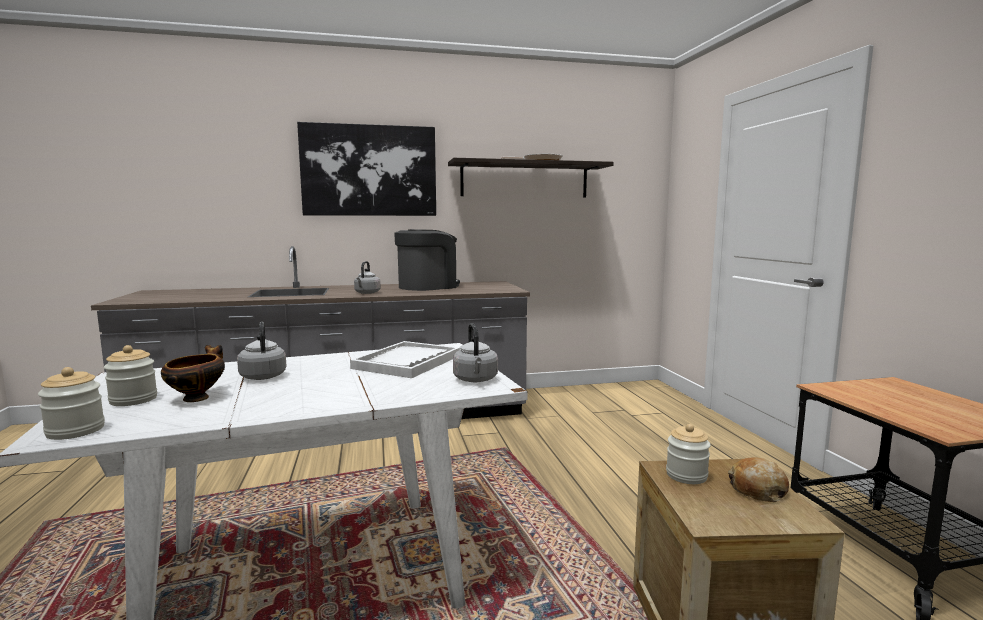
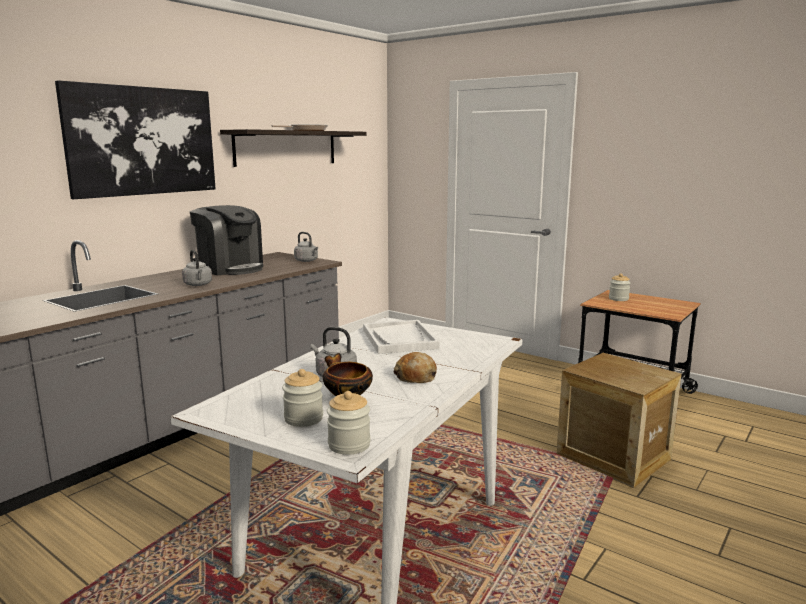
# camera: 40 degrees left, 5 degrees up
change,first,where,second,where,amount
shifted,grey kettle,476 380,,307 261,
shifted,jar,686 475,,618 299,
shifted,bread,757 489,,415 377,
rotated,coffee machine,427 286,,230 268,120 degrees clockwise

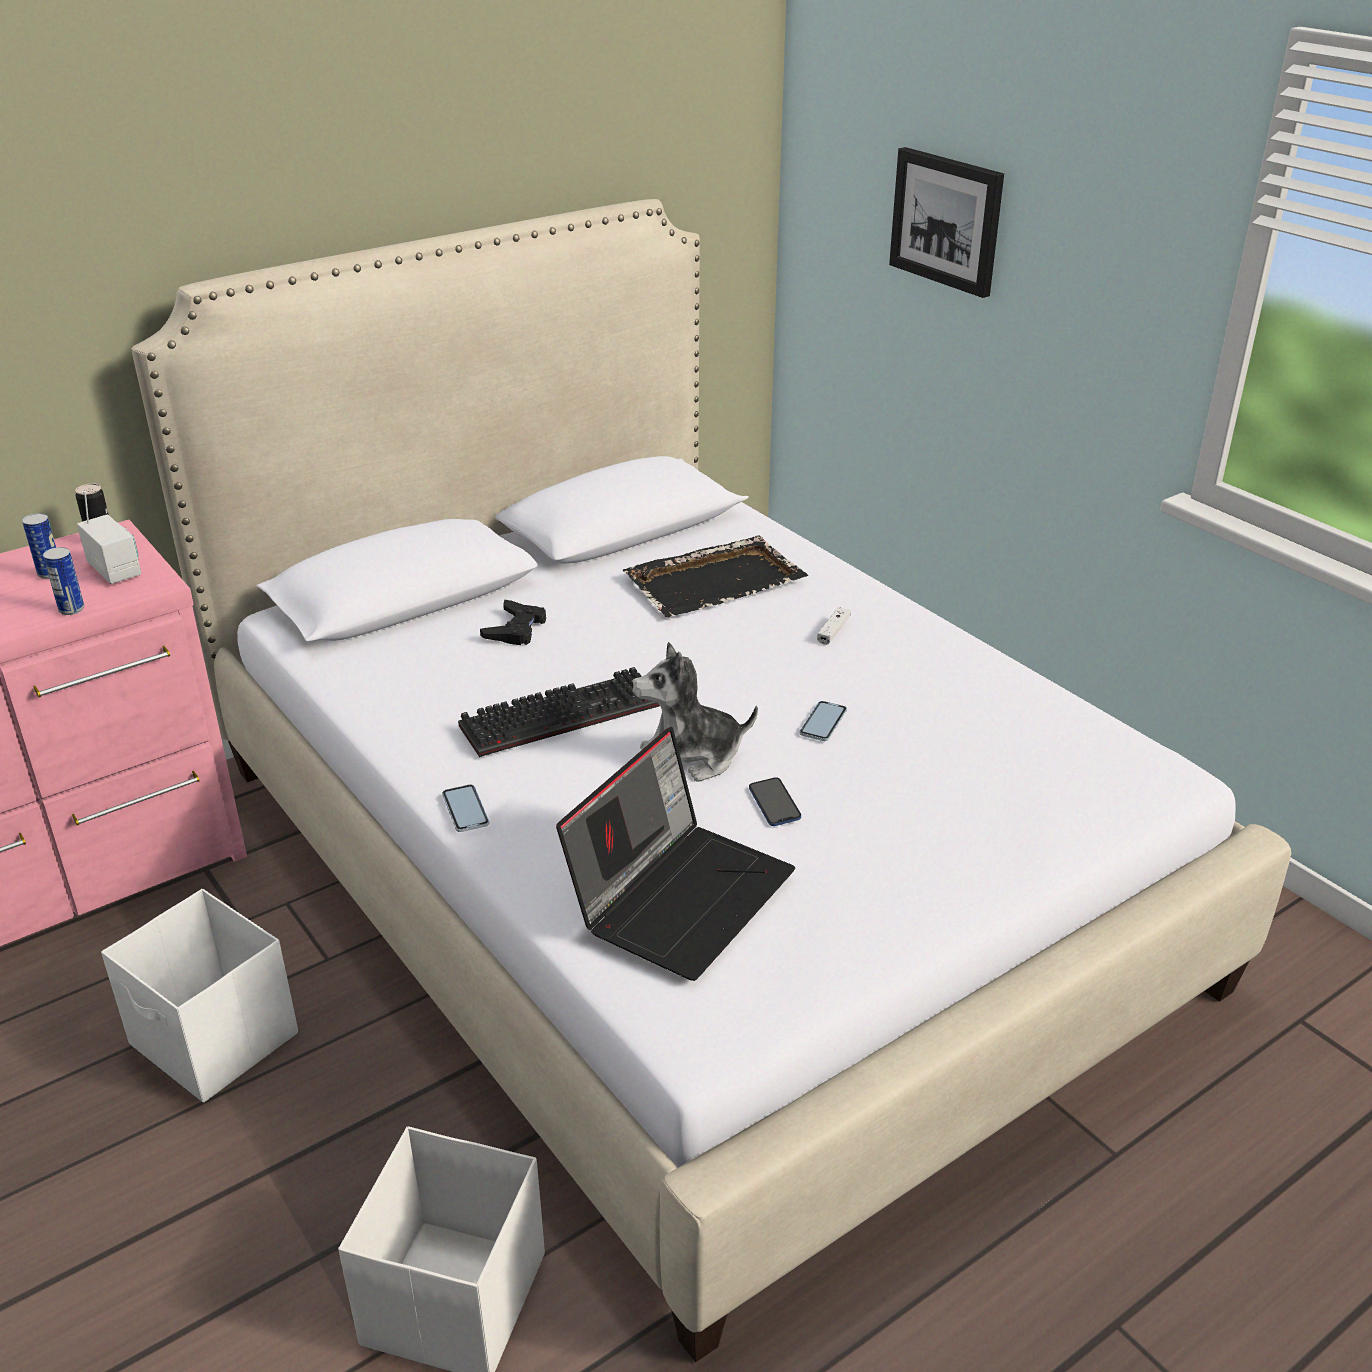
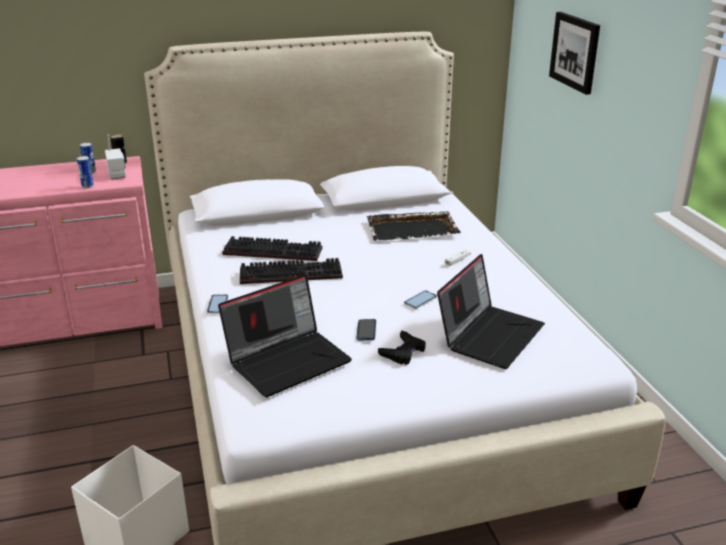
# camera: 20 degrees right, 5 degrees down
change,first,where,second,where,amount
gone,white storage box,215 1041,,,
gone,plush toy,691 758,,,
new,,,keyboard,275 251,
new,,,laptop,490 335,
shifted,black game controller,516 629,,403 352,

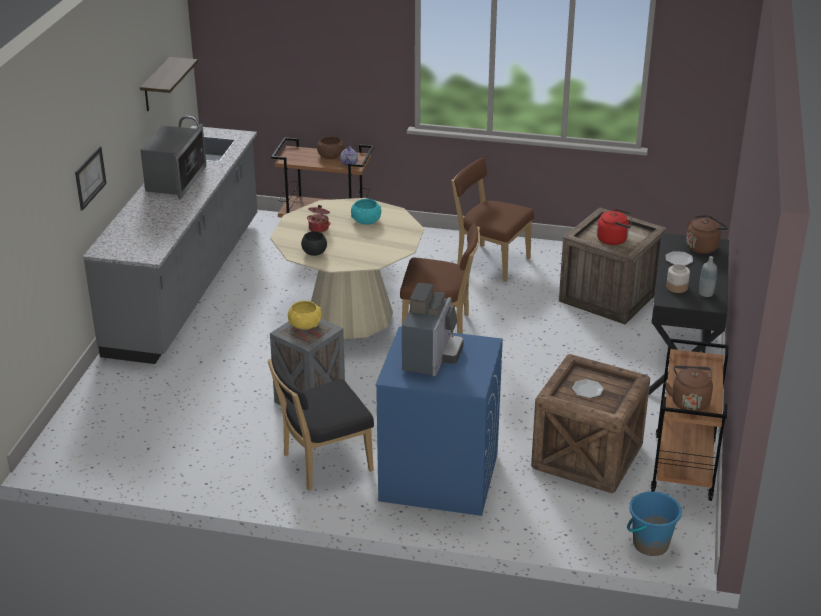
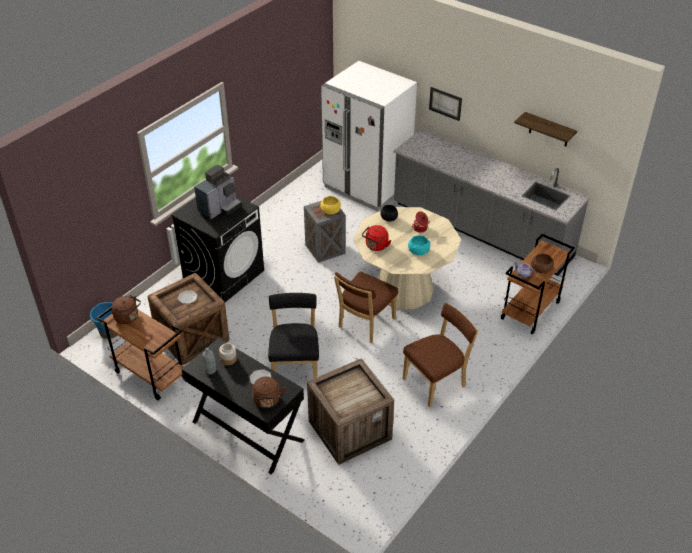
# camera: 115 degrees right, 10 degrees up
change,first,where,second,where,amount
gone,microwave,175 180,,,
new,,,white fridge,367 186,
shifted,black chair,323 463,,295 367,
shifted,red kettle,614 239,,376 246,
repainted,blue washing machine,438 477,black washing machine,224 275,
rotated,coffee machine,431 357,,220 208,90 degrees counterclockwise

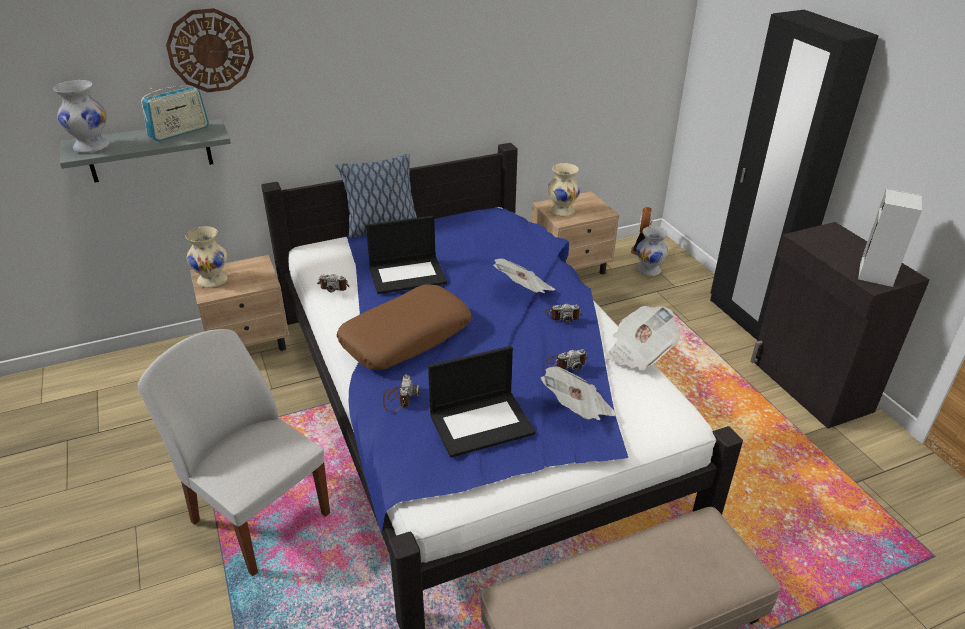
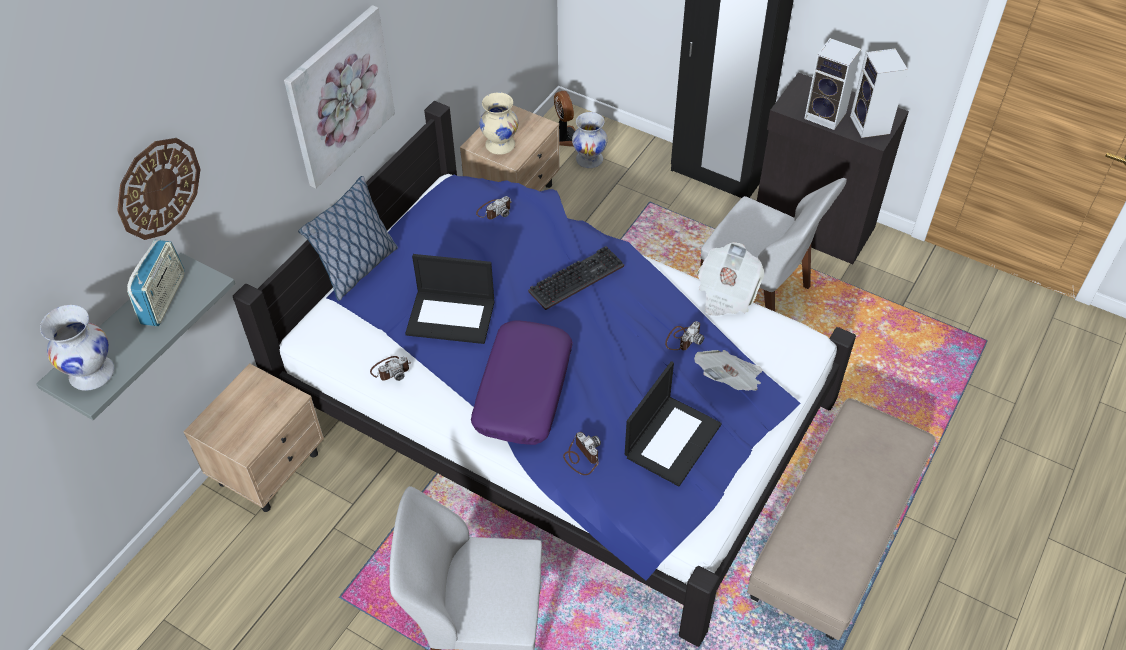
# camera: 35 degrees left, 15 degrees up
change,first,where,second,where,amount
gone,beige vase,212 280,,,
new,,,picture,339 96,
new,,,white chair,757 296,
new,,,speaker,827 116,
shifted,photo camera,562 316,,494 210,
swapped,newspaper,523 290,keyboard,576 277,
repainted,brown pillow,406 337,purple pillow,522 390,
rotated,laptop,408 275,,452 316,60 degrees clockwise

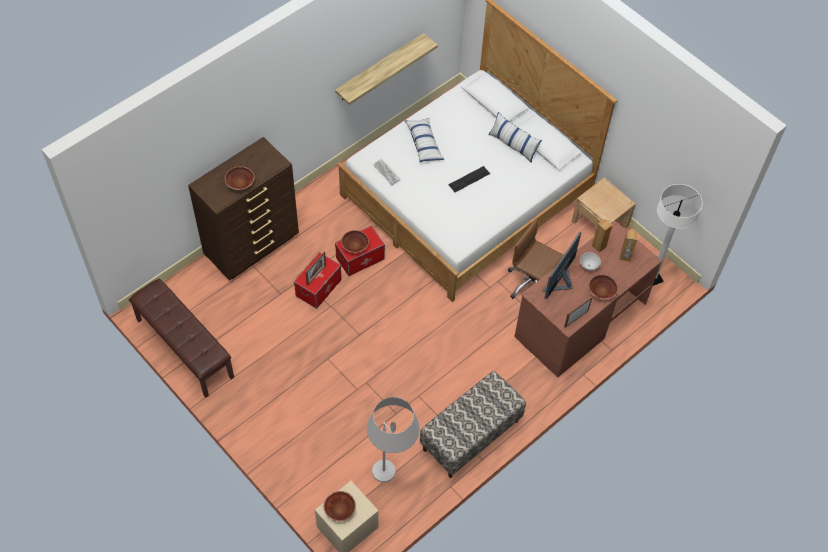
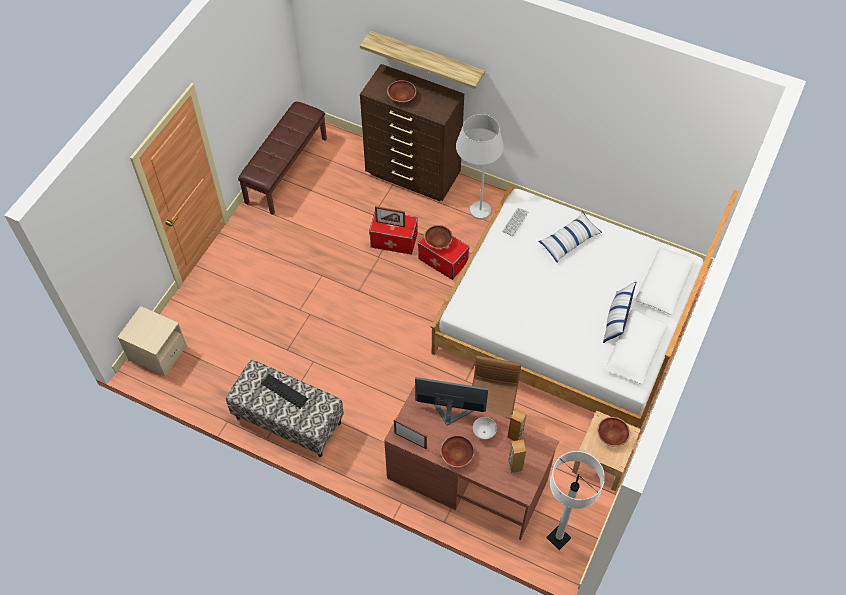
# camera: 70 degrees right, 0 degrees up
change,first,where,second,where,amount
shifted,brown bowl,340 509,,612 435,
shifted,shelf,380 68,,427 58,
shifted,white floor lamp,391 481,,474 219,
shifted,keyboard,469 179,,284 391,

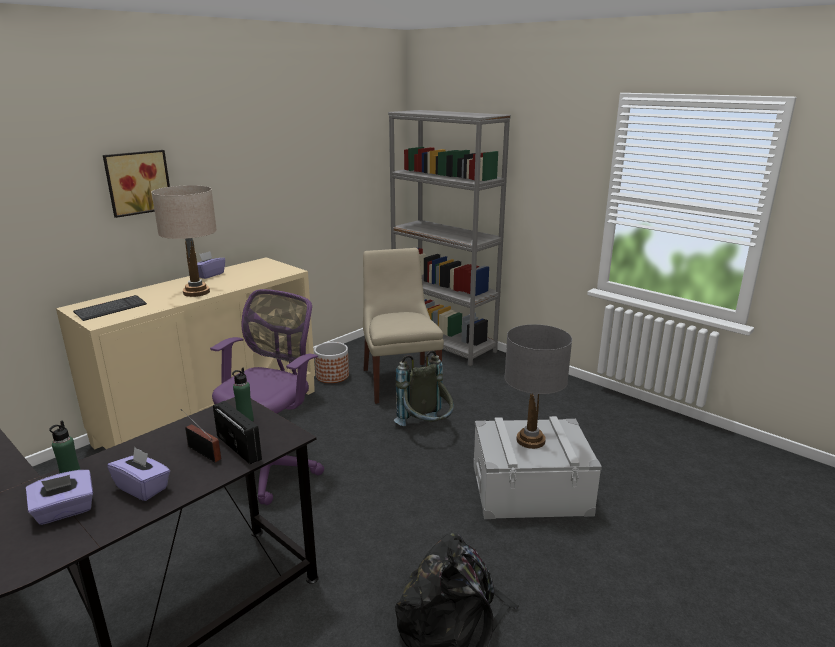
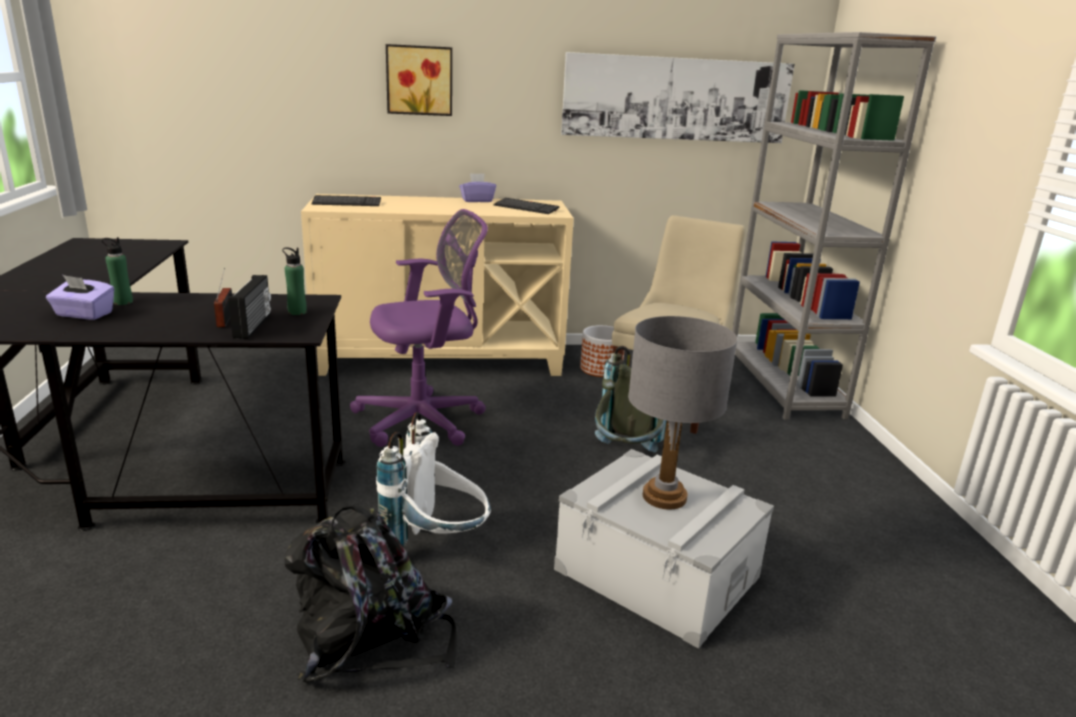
# camera: 40 degrees right, 0 degrees up
change,first,where,second,where,amount
gone,purple tissue box,143 487,,,
gone,beige table lamp,196 292,,,
new,,,white backpack,436 548,
new,,,keyboard,526 208,
new,,,picture,676 99,

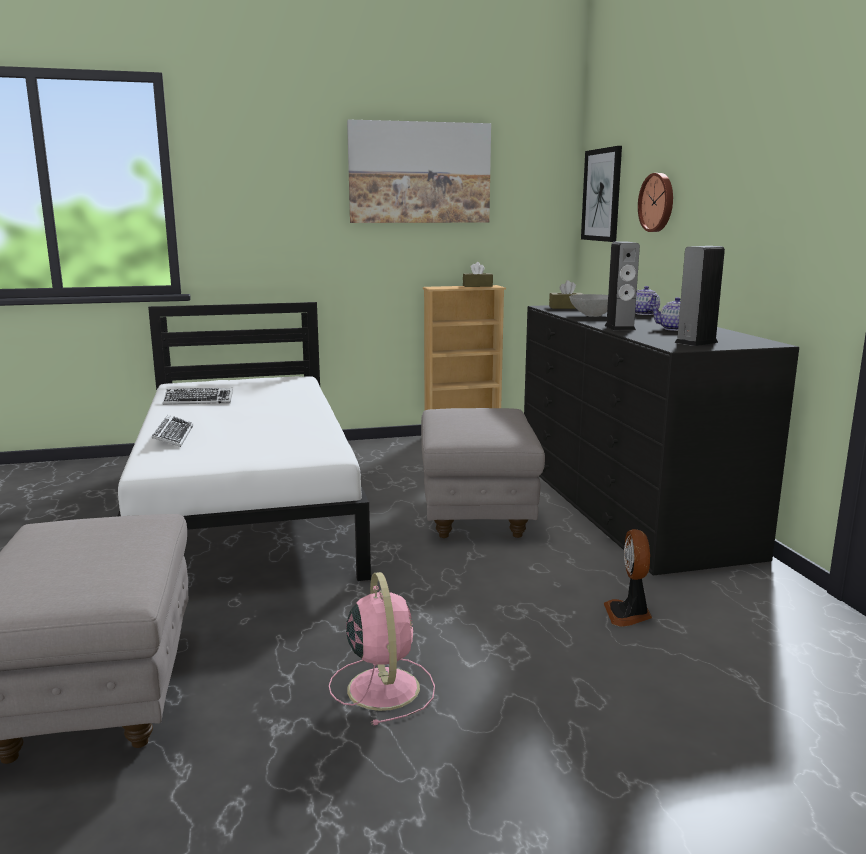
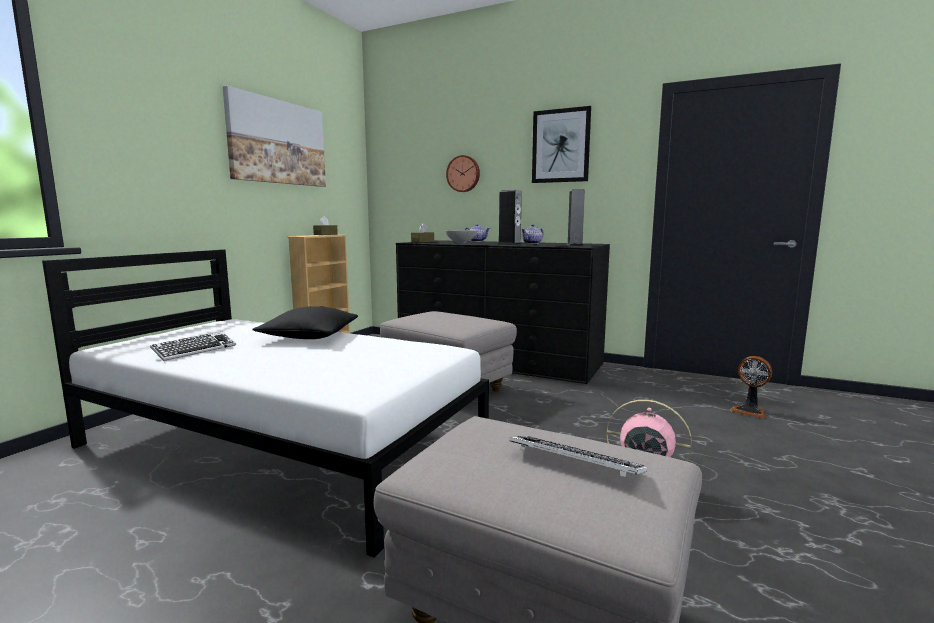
# camera: 50 degrees left, 5 degrees down
change,first,where,second,where,amount
new,,,black pillow,309 336,
shifted,keyboard,173 436,,575 464,
shifted,picture,602 195,,561 146,
shifted,fan,629 614,,750 411,

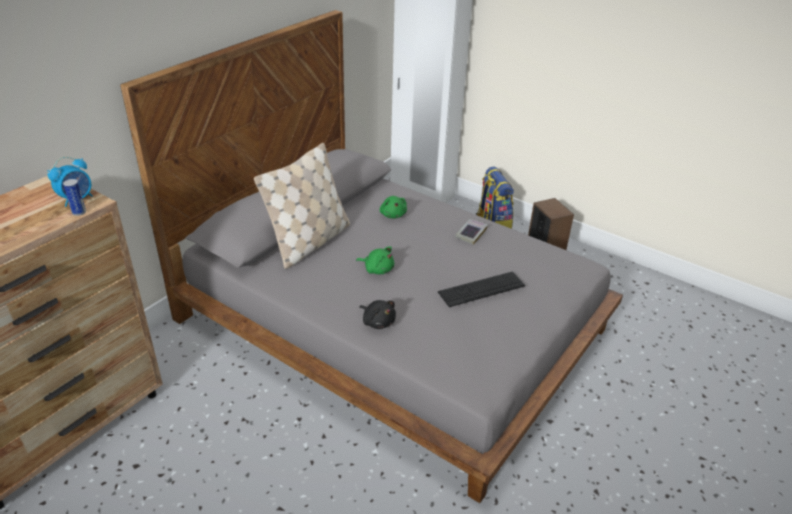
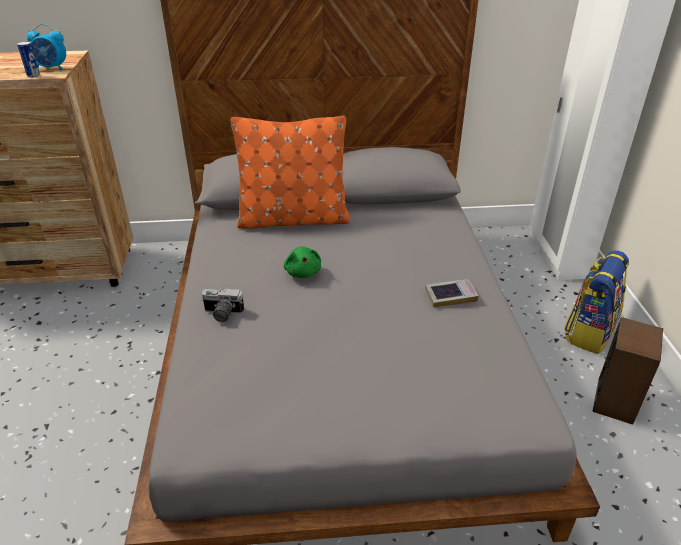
# camera: 50 degrees right, 0 degrees up
change,first,where,second,where,amount
gone,green plush toy,393 214,,,
gone,keyboard,481 289,,,
swapped,black plush toy,378 322,photo camera,222 314,
repainted,beige pillow,309 242,orange pillow,293 219,

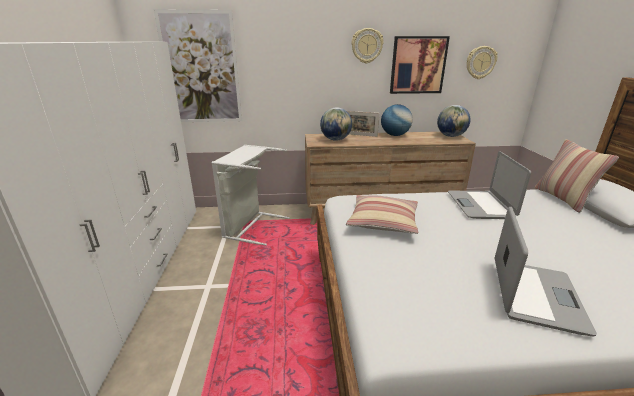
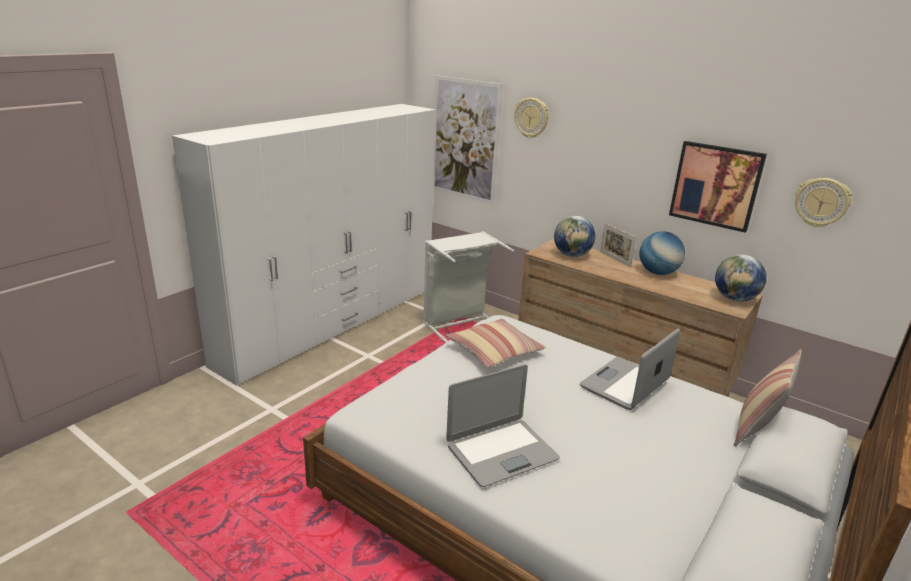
# camera: 40 degrees right, 0 degrees up
change,first,where,second,where,amount
shifted,wall clock,367 45,,531 118,

